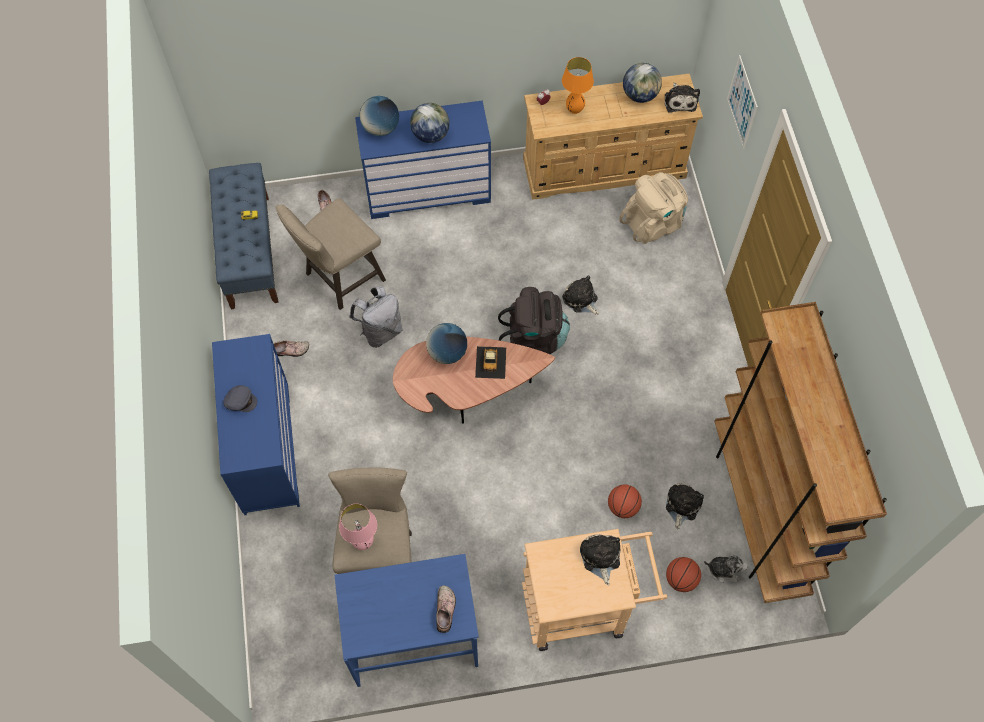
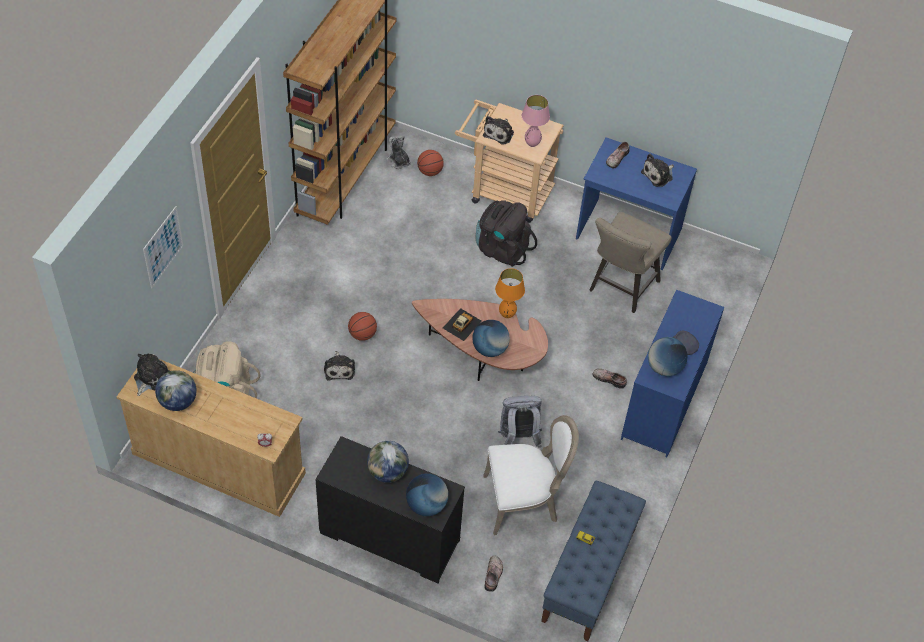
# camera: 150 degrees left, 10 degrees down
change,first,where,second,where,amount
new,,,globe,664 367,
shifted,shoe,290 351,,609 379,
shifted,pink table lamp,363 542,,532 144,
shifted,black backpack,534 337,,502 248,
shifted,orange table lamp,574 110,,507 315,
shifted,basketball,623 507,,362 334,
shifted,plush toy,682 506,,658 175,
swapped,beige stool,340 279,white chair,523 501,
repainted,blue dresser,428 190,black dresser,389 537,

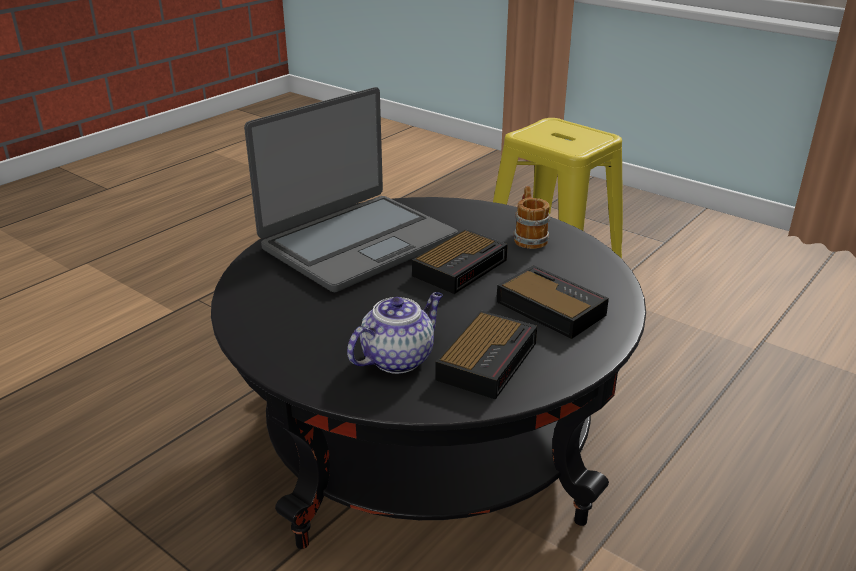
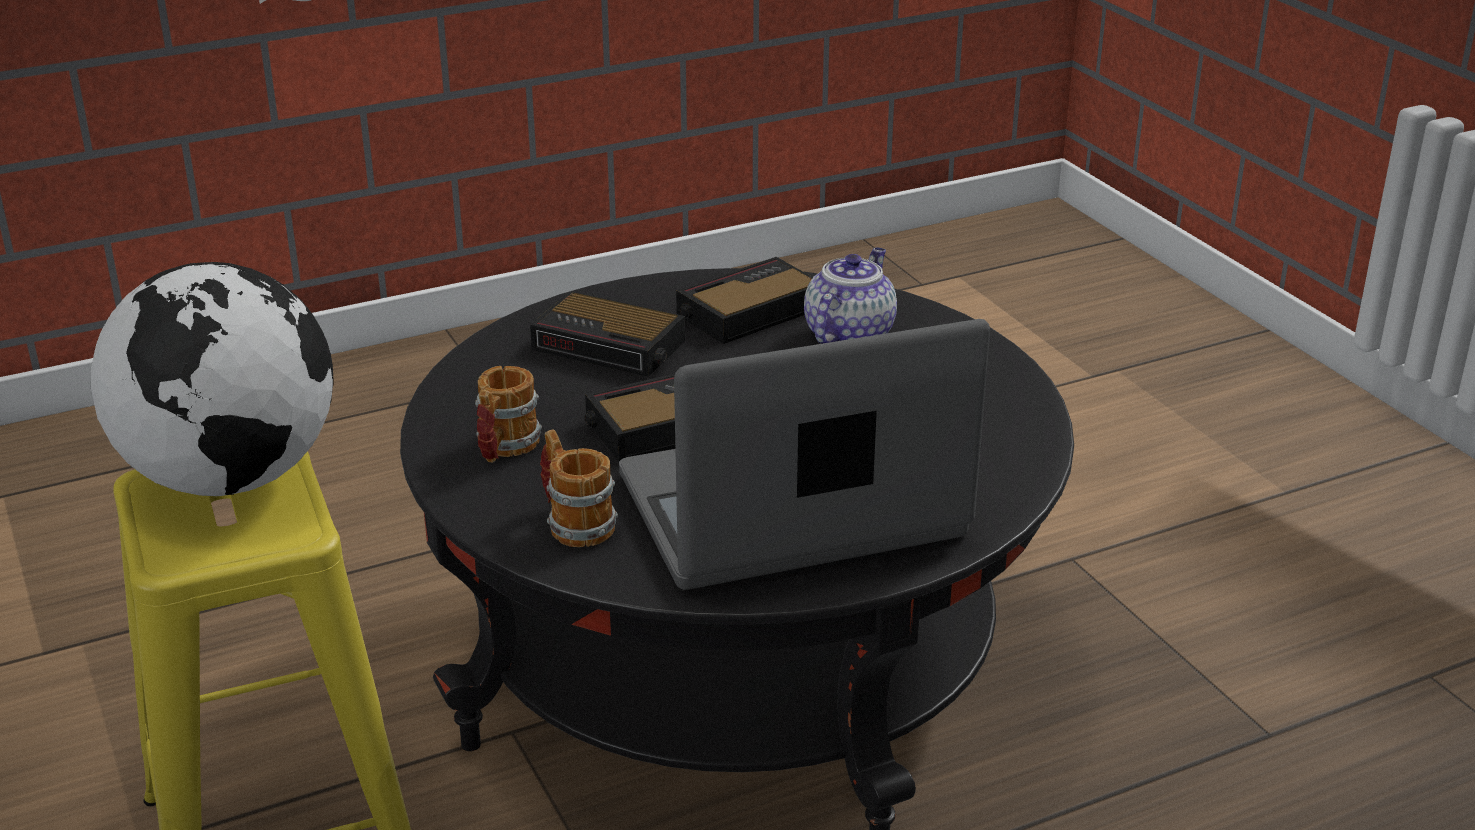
# camera: 155 degrees left, 0 degrees up
change,first,where,second,where,amount
new,,,globe,231 478,
new,,,mug,574 523,
rotated,teapot,398 358,,849 335,135 degrees clockwise
rotated,alarm clock,548 307,,611 346,45 degrees counterclockwise

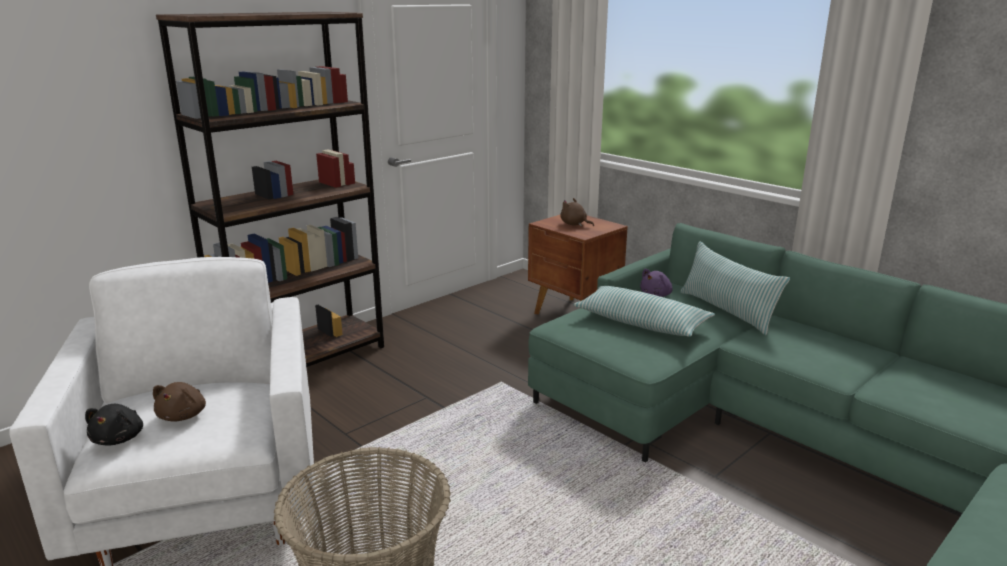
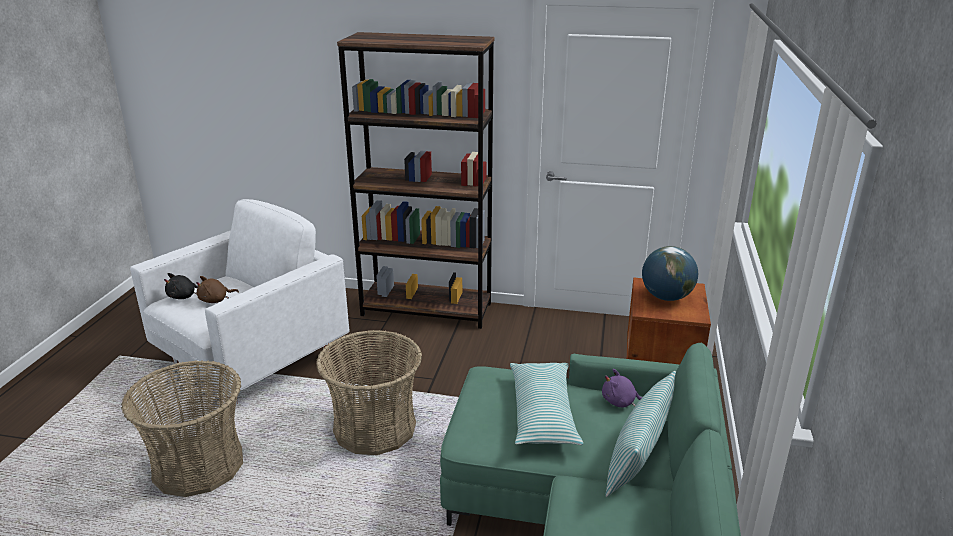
# camera: 55 degrees right, 5 degrees up
change,first,where,second,where,amount
new,,,basket,375 428,
swapped,brown plush toy,574 224,globe,666 297,

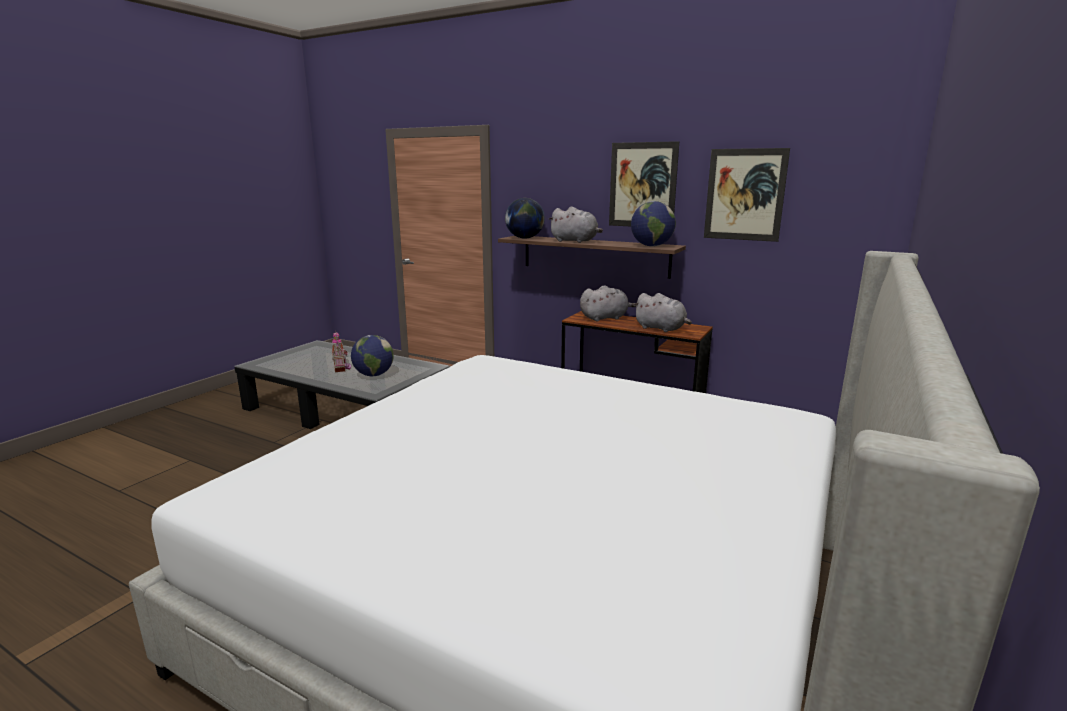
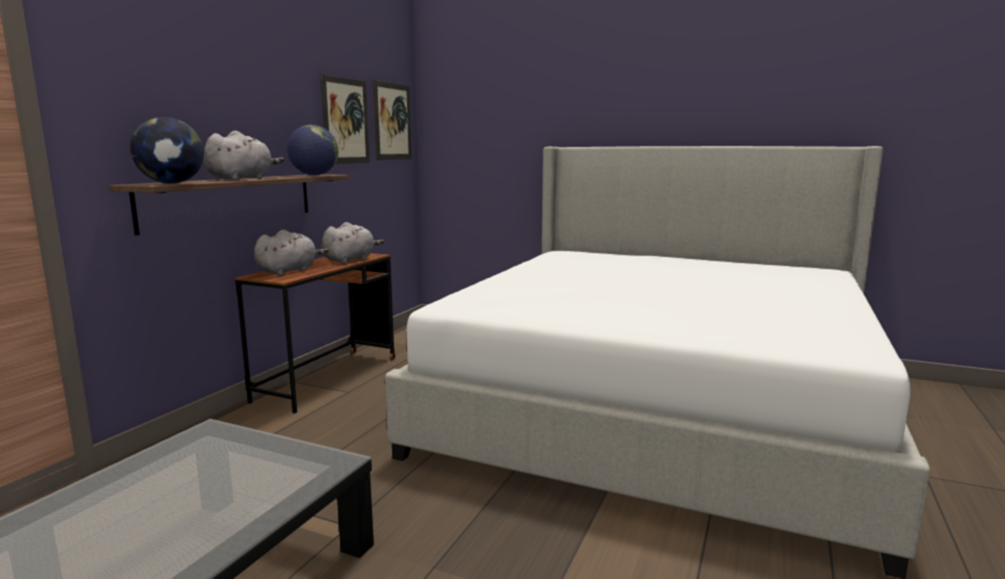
# camera: 95 degrees left, 5 degrees down
change,first,where,second,where,amount
gone,toy house,342 368,,,
gone,globe,374 375,,,
shifted,picture,642 185,,392 121,
rotated,grey plush toy,605 318,,289 271,60 degrees clockwise

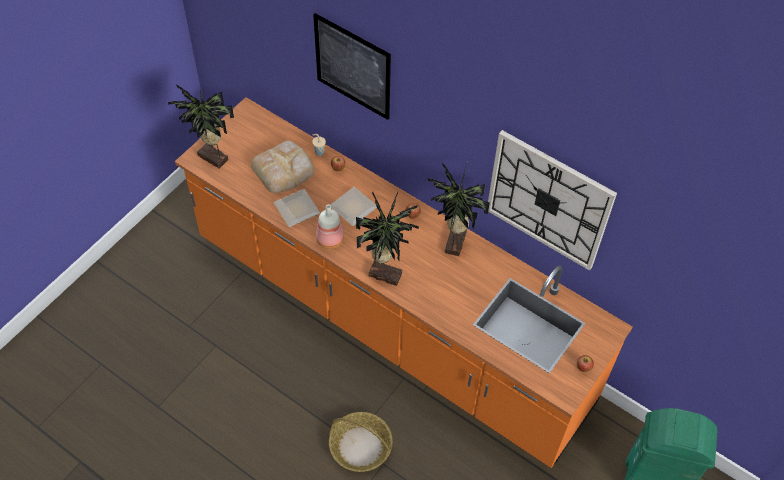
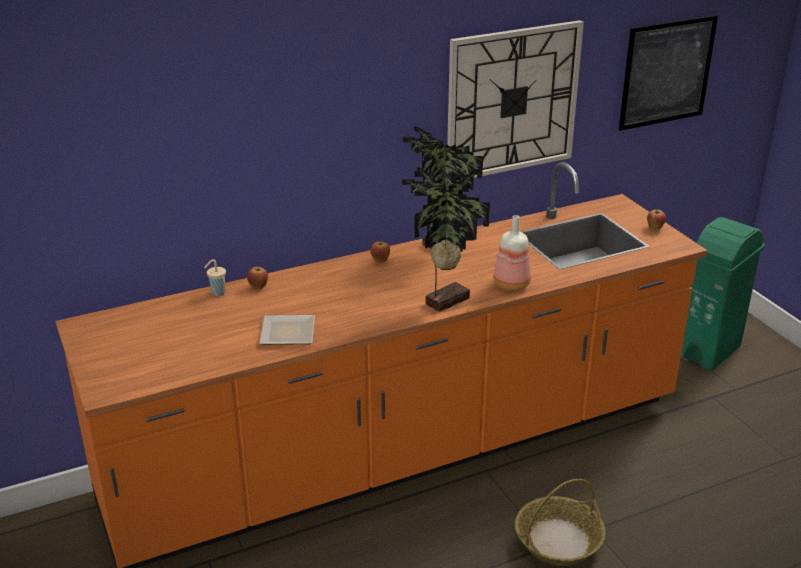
# camera: 60 degrees left, 25 degrees down
change,first,where,second,where,amount
gone,potted plant,212 159,,,
gone,bread,284 169,,,
gone,plate,355 208,,,
shifted,picture,353 66,,667 72,
shifted,bottle,329 240,,512 285,

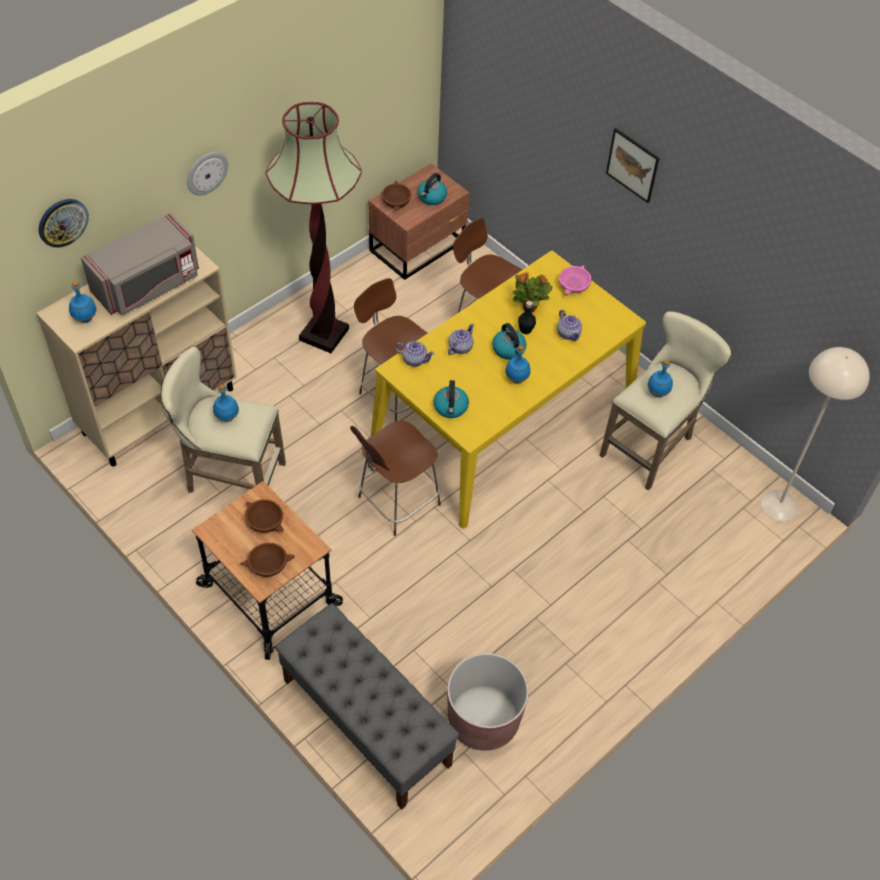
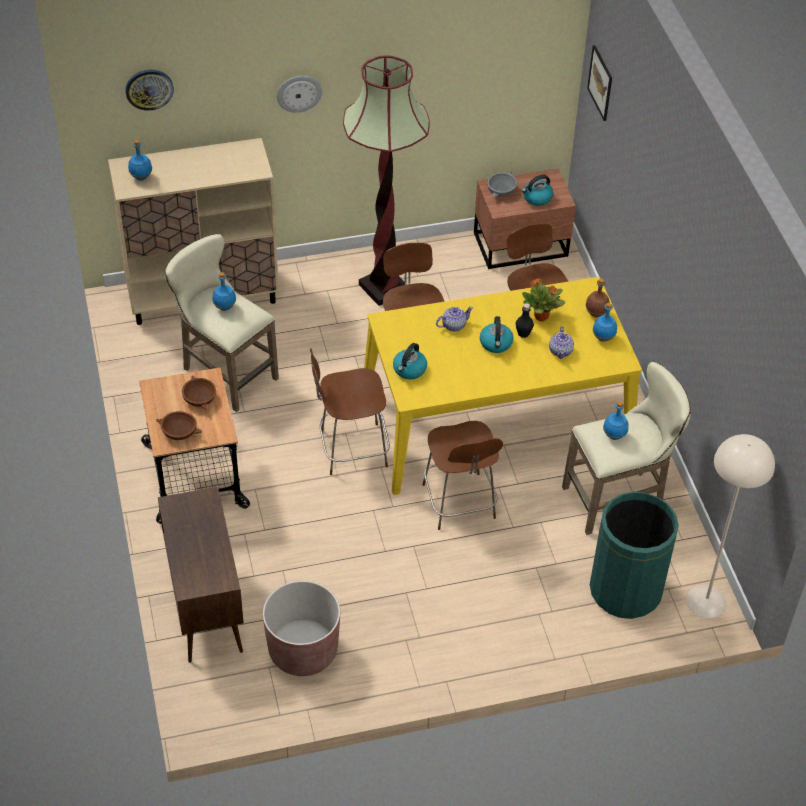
# camera: 30 degrees right, 5 degrees down
change,first,where,second,where,amount
gone,grey microwave,147 285,,,
gone,teapot,414 359,,,
new,,,brown chair,459 503,
new,,,green trash can,625 590,
shifted,blue bottle,517 379,,603 338,
shifted,picture,632 165,,600 82,
swapped,grey bench,365 722,brown cabinet,205 606,
swapped,pink bowl,573 285,brown bottle,596 313,
repainted,brown bowl,396 202,grey bowl,501 191,

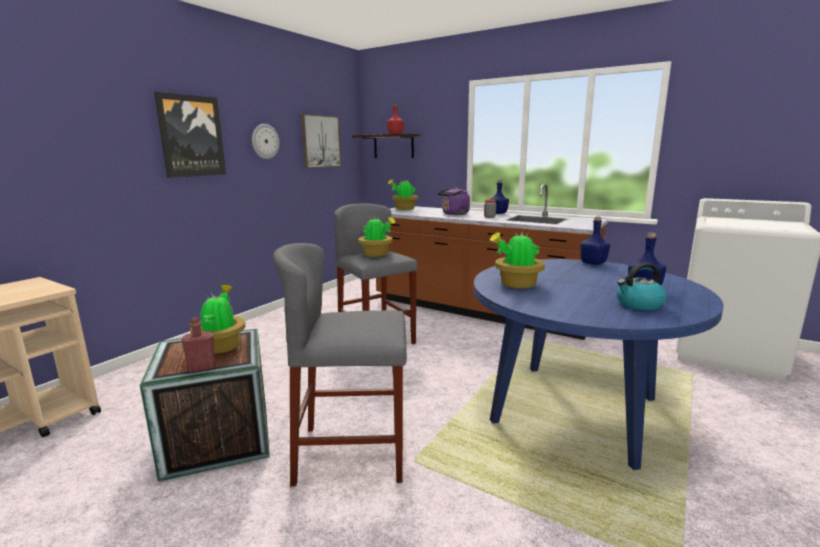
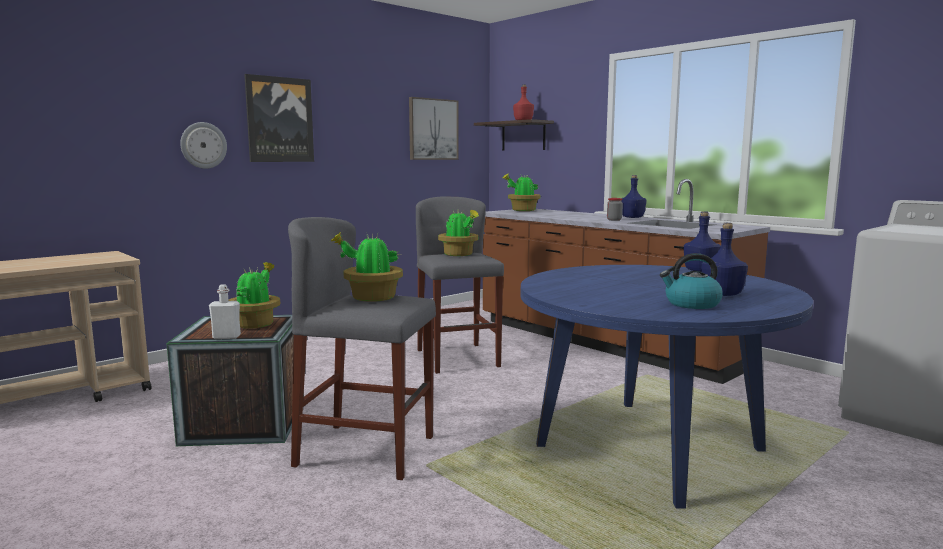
# camera: 15 degrees right, 5 degrees down
change,first,where,second,where,amount
gone,purple kettle,454 214,,,
shifted,wall clock,265 141,,203 145,
shifted,potted plant,516 285,,371 298,
repainted,red bottle,202 368,white bottle,226 337,

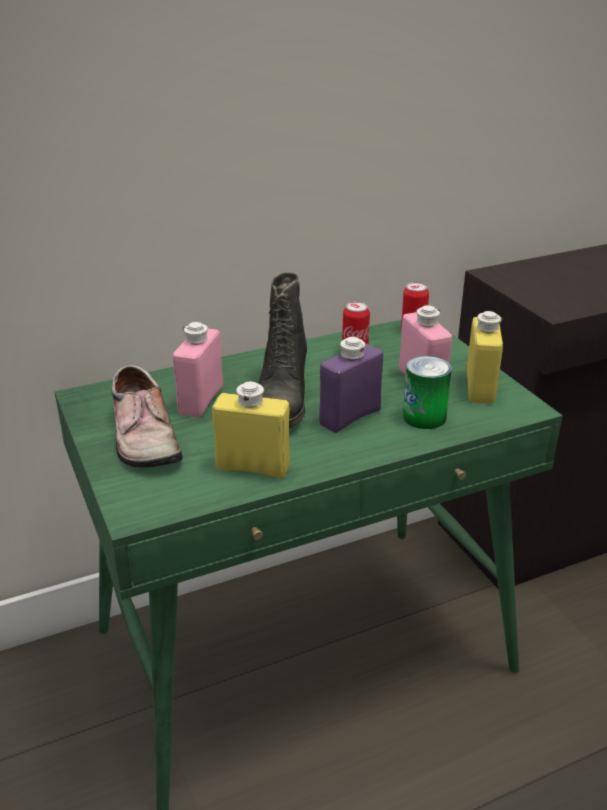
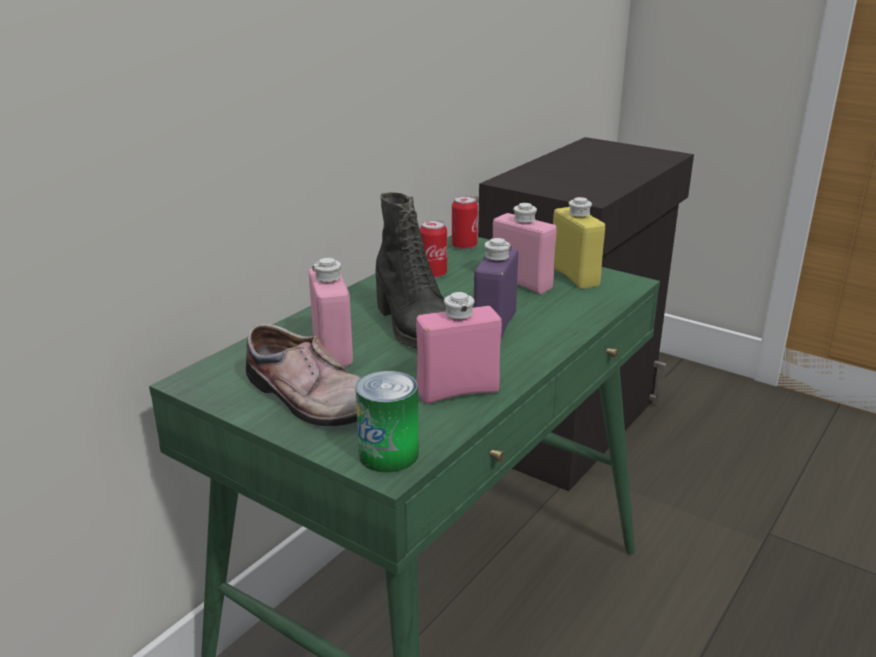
# camera: 30 degrees left, 5 degrees down
change,first,where,second,where,amount
shifted,can,424 417,,388 454,
repainted,yellow bottle,253 467,pink bottle,458 391,

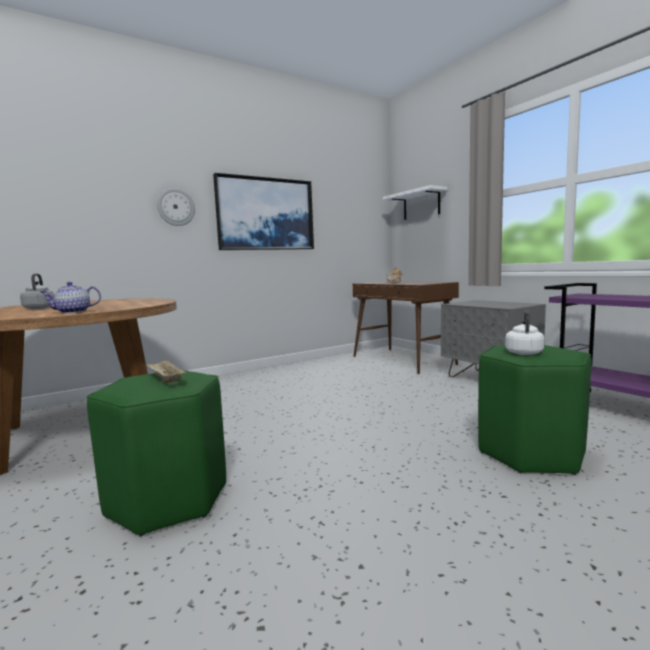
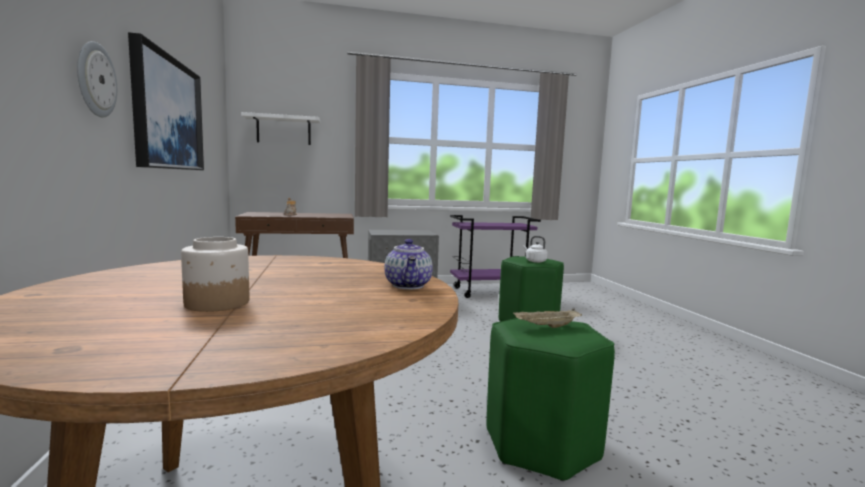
# camera: 70 degrees left, 0 degrees up
change,first,where,second,where,amount
swapped,grey kettle,40 308,jar,216 303,

